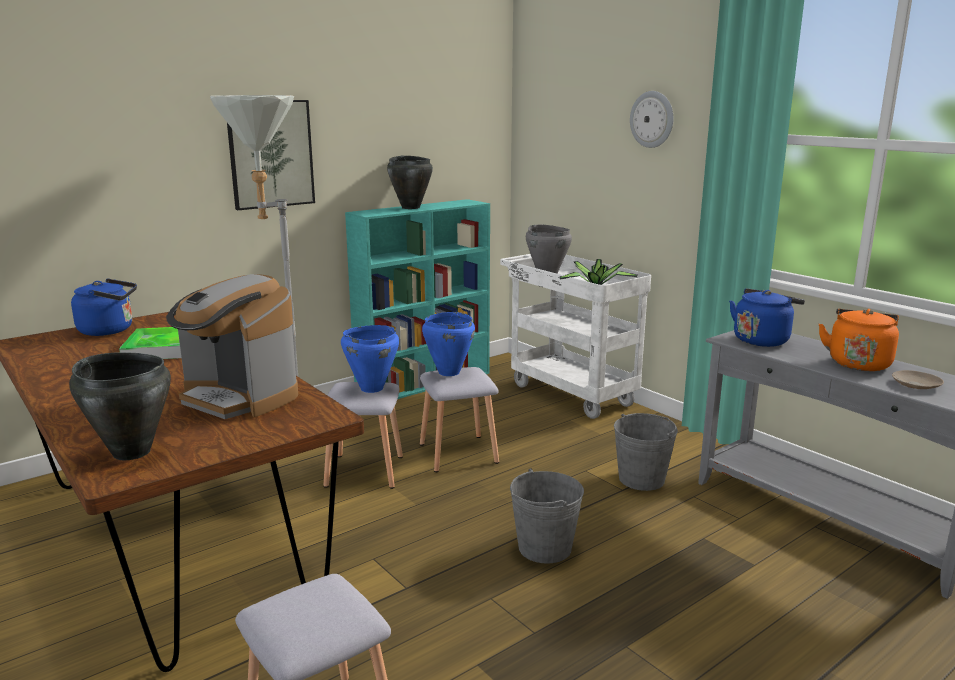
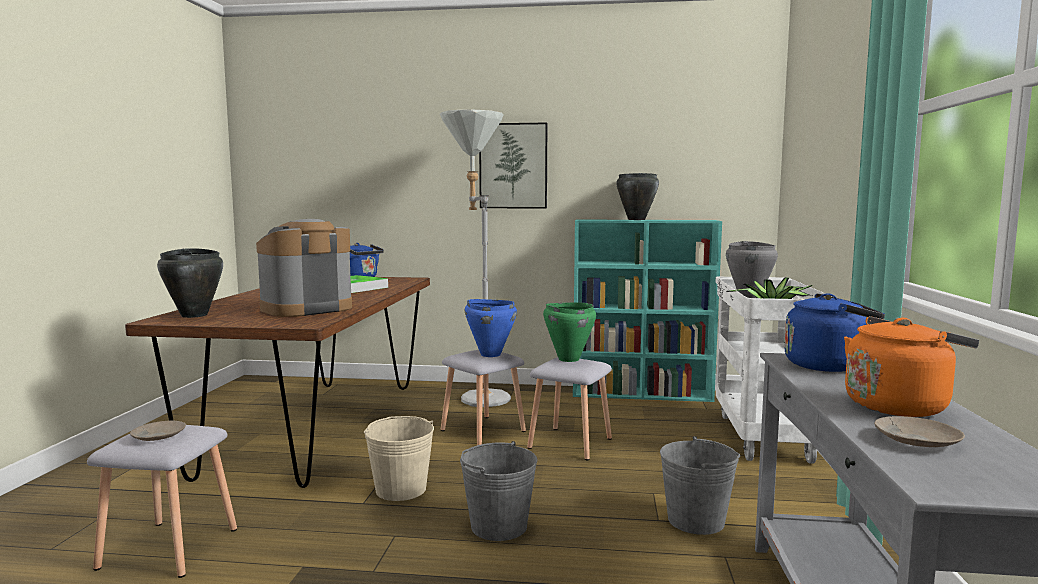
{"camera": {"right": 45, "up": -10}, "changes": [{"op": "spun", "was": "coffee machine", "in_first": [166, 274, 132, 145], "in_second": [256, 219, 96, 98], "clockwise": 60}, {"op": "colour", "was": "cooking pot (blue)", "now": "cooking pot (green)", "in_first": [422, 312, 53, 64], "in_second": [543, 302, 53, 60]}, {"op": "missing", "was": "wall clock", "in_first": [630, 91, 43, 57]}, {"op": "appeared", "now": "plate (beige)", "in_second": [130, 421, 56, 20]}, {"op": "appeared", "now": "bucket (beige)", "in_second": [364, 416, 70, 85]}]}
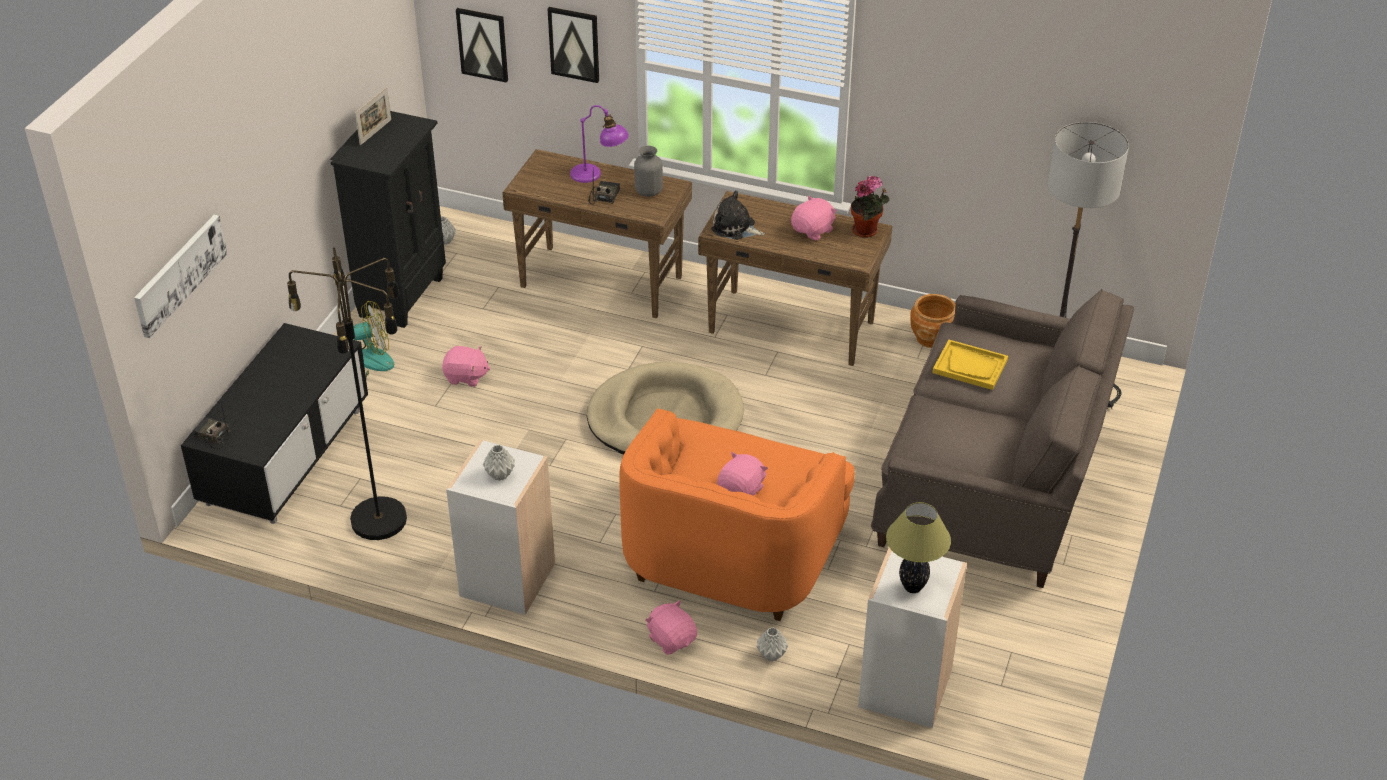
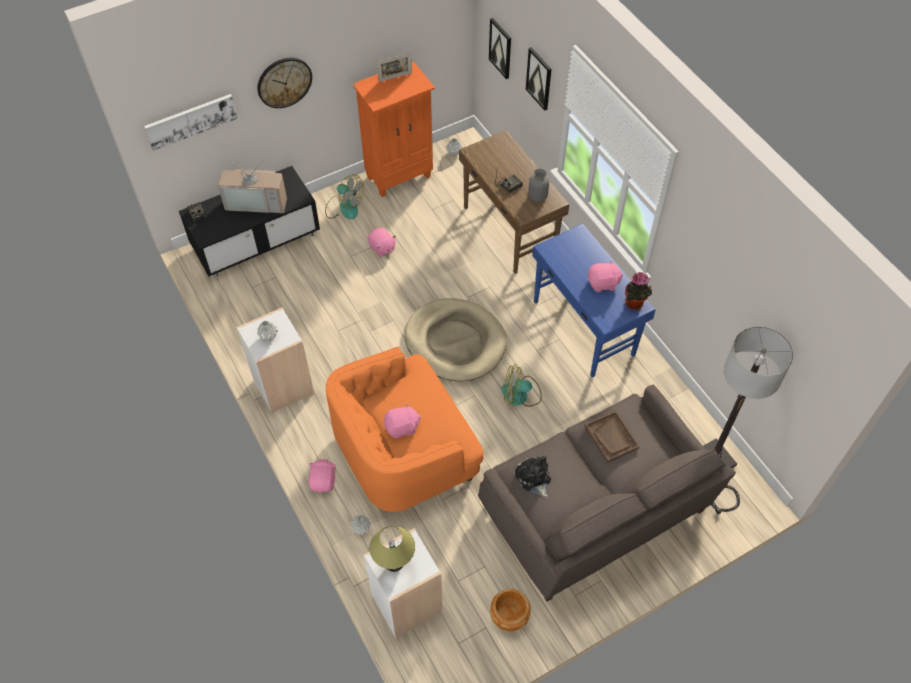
{"camera": {"right": 40, "up": 15}, "changes": [{"op": "missing", "was": "floor lamp", "in_first": [287, 247, 120, 293]}, {"op": "colour", "was": "cabinet (black)", "now": "cabinet (orange)", "in_first": [330, 111, 116, 217], "in_second": [353, 62, 82, 135]}, {"op": "missing", "was": "table lamp (purple)", "in_first": [570, 105, 59, 78]}, {"op": "colour", "was": "console table (brown)", "now": "console table (blue)", "in_first": [698, 191, 194, 175], "in_second": [532, 224, 124, 154]}, {"op": "relocated", "was": "plush toy", "in_first": [711, 190, 54, 50], "in_second": [515, 456, 36, 42]}, {"op": "relocated", "was": "planter (brown)", "in_first": [910, 294, 45, 54], "in_second": [490, 589, 41, 42]}, {"op": "colour", "was": "tray (yellow)", "now": "tray (brown)", "in_first": [933, 340, 75, 50], "in_second": [584, 410, 56, 53]}, {"op": "appeared", "now": "television", "in_second": [218, 156, 69, 57]}, {"op": "appeared", "now": "wall clock", "in_second": [257, 58, 55, 50]}, {"op": "appeared", "now": "fan", "in_second": [501, 364, 41, 43]}]}
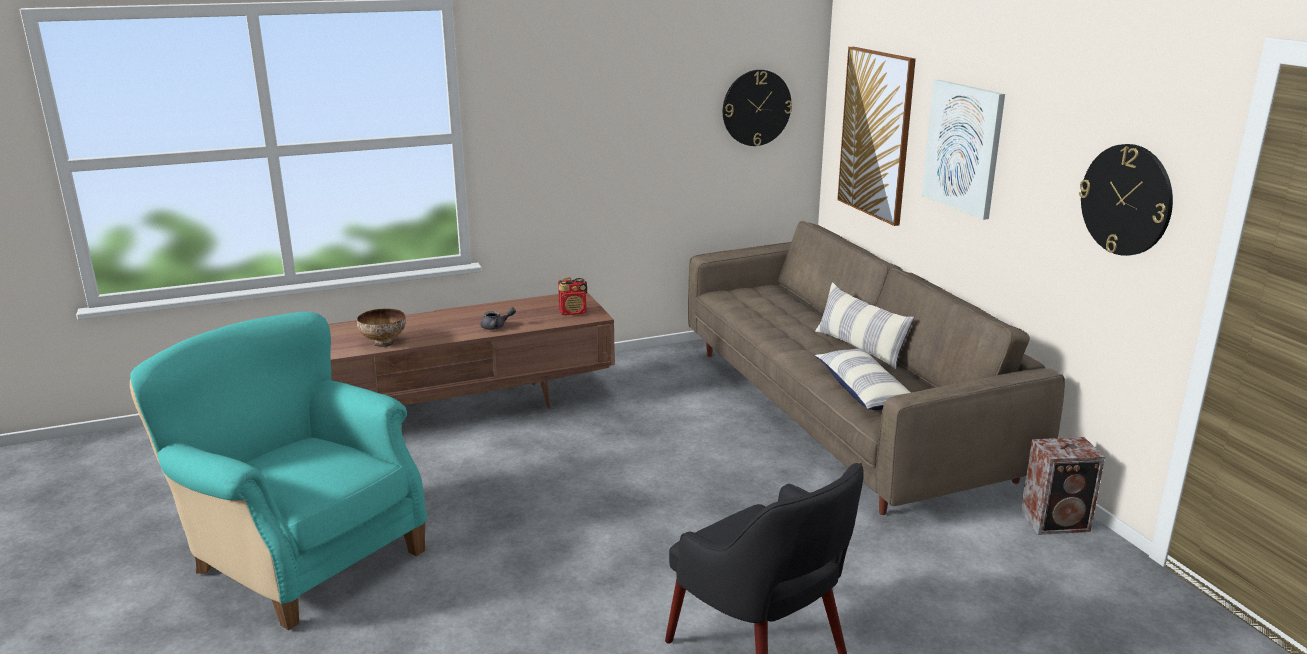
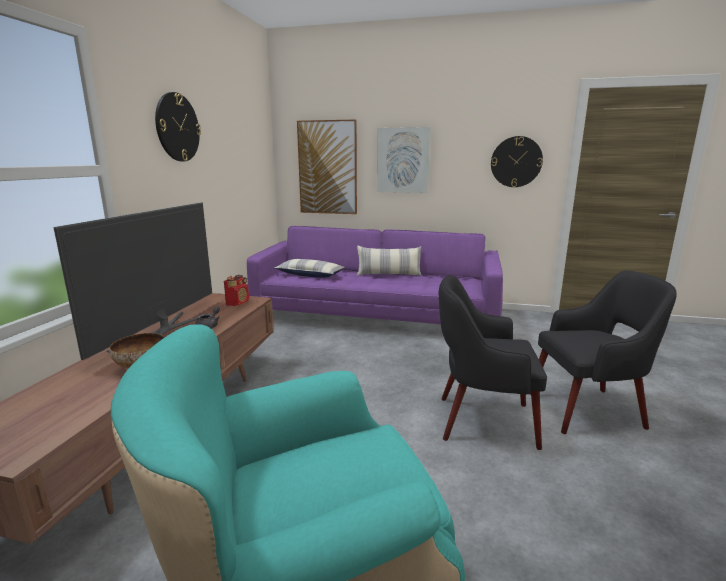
{"camera": {"right": -55, "up": -5}, "changes": [{"op": "colour", "was": "sofa (brown)", "now": "sofa (purple)", "in_first": [688, 221, 377, 294], "in_second": [247, 226, 256, 98]}, {"op": "relocated", "was": "wall clock", "in_first": [723, 70, 69, 76], "in_second": [155, 92, 46, 69]}, {"op": "relocated", "was": "pillow", "in_first": [815, 349, 96, 61], "in_second": [274, 259, 71, 19]}, {"op": "missing", "was": "speaker", "in_first": [1020, 437, 85, 98]}, {"op": "appeared", "now": "television", "in_second": [53, 202, 159, 158]}, {"op": "appeared", "now": "armchair (black)", "in_second": [439, 275, 108, 175]}]}
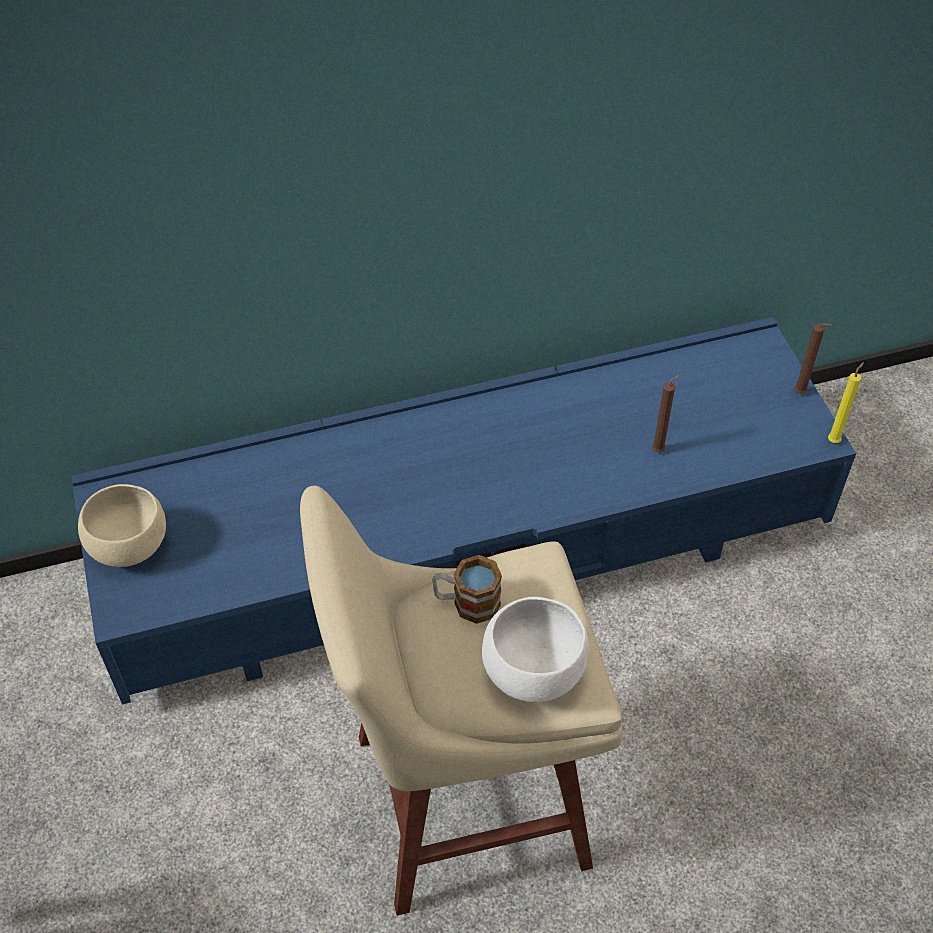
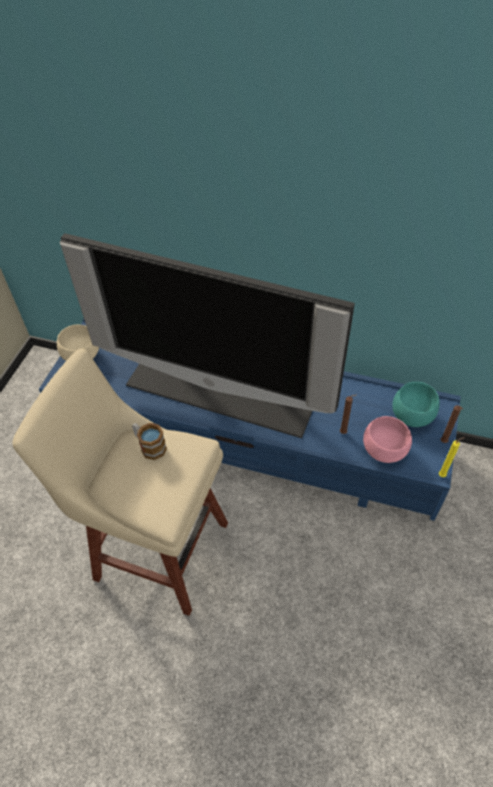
{"camera": {"right": 35, "up": 0}, "changes": [{"op": "missing", "was": "bowl (white)", "in_first": [482, 597, 107, 105]}, {"op": "appeared", "now": "television", "in_second": [60, 233, 295, 205]}, {"op": "appeared", "now": "bowl (pink)", "in_second": [363, 416, 49, 47]}, {"op": "appeared", "now": "bowl (turquoise)", "in_second": [392, 382, 48, 45]}]}
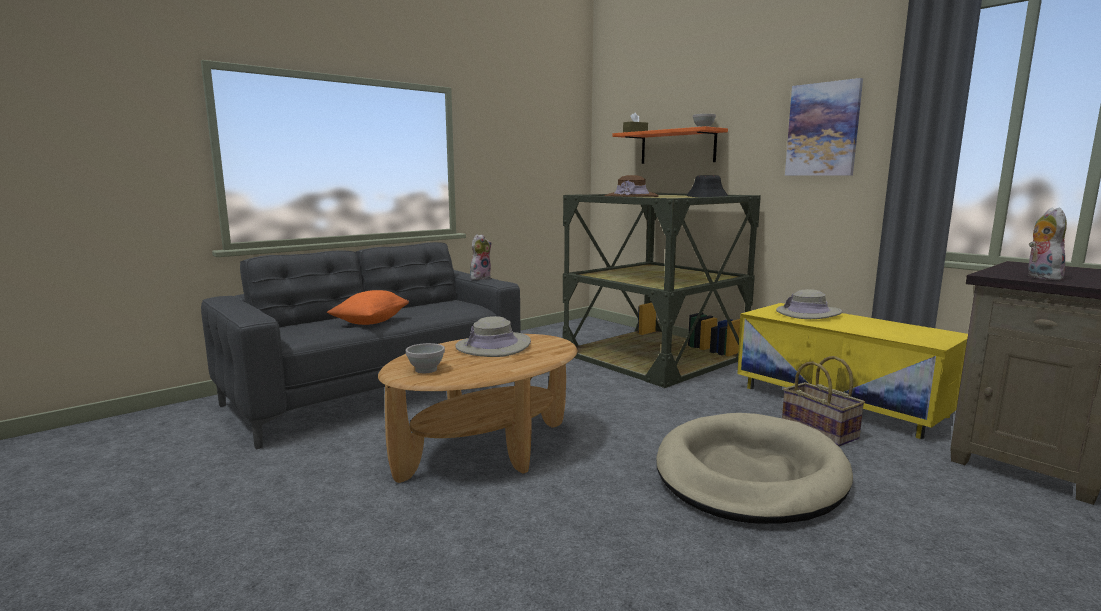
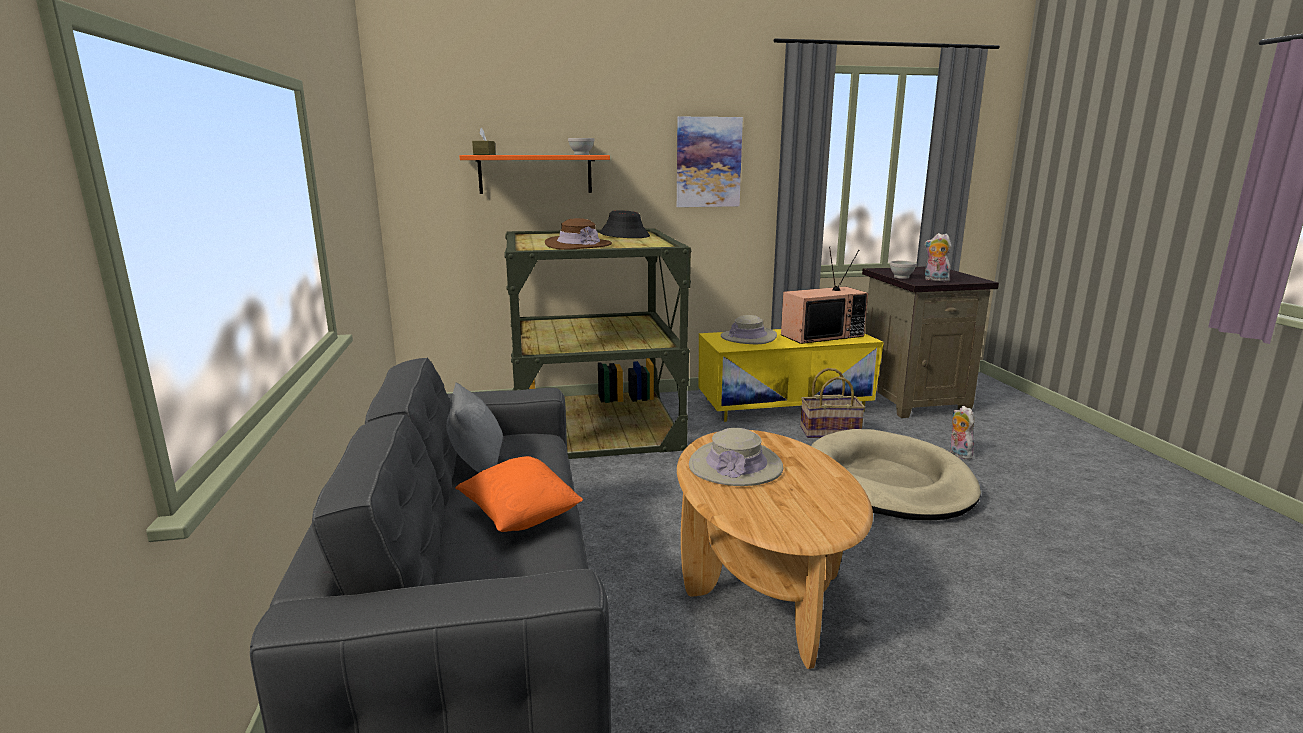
{"camera": {"right": -60, "up": 5}, "changes": [{"op": "relocated", "was": "bowl (white)", "in_first": [406, 343, 39, 30], "in_second": [889, 261, 28, 18]}, {"op": "relocated", "was": "plush toy", "in_first": [470, 234, 22, 46], "in_second": [950, 406, 24, 53]}, {"op": "appeared", "now": "pillow (grey)", "in_second": [446, 383, 57, 90]}, {"op": "appeared", "now": "television", "in_second": [781, 246, 87, 98]}]}
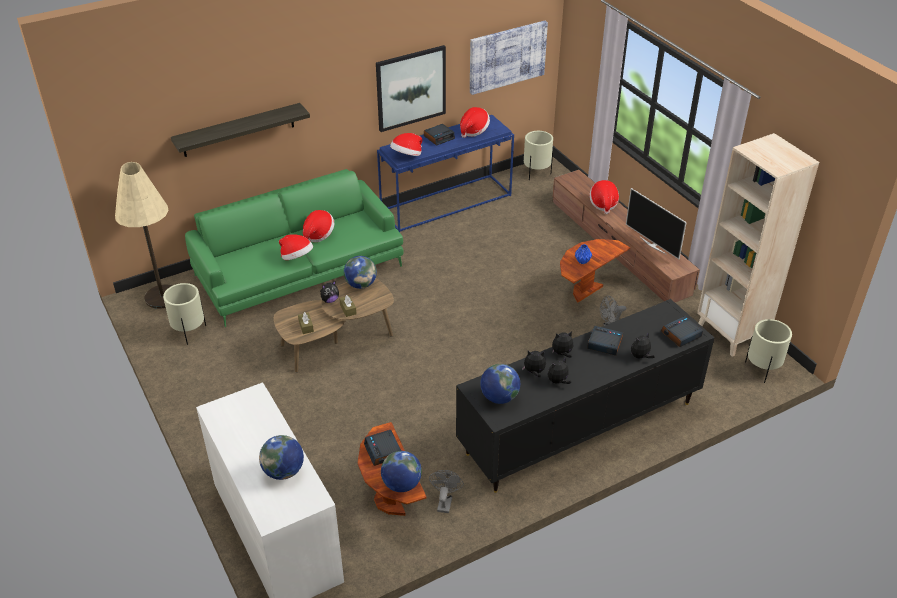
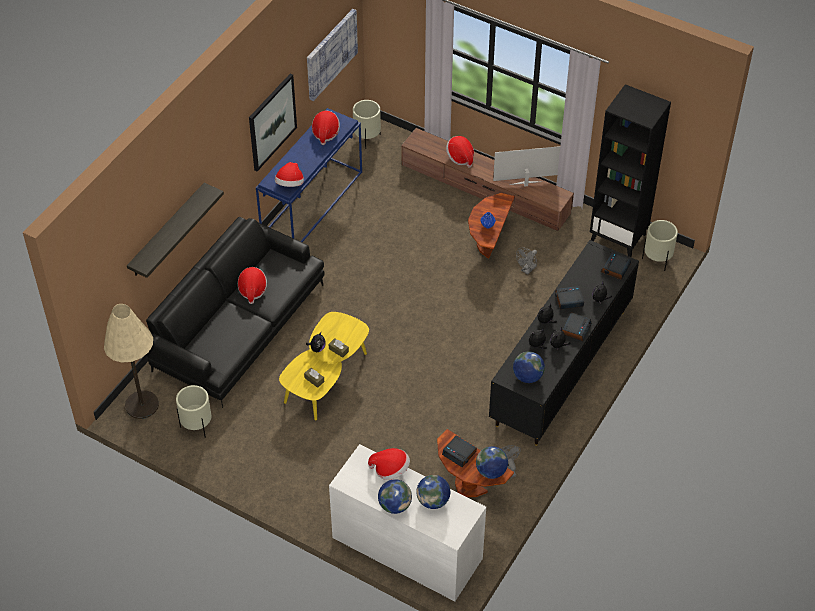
{"camera": {"right": -30, "up": 10}, "changes": [{"op": "colour", "was": "sofa (green)", "now": "sofa (black)", "in_first": [185, 169, 219, 158], "in_second": [146, 217, 179, 191]}, {"op": "colour", "was": "coffee table (brown)", "now": "coffee table (yellow)", "in_first": [274, 278, 120, 94], "in_second": [279, 312, 90, 108]}, {"op": "relocated", "was": "hat", "in_first": [279, 234, 34, 26], "in_second": [368, 448, 42, 32]}, {"op": "relocated", "was": "globe", "in_first": [344, 256, 33, 33], "in_second": [378, 479, 34, 35]}, {"op": "relocated", "was": "alarm clock", "in_first": [424, 124, 31, 21], "in_second": [562, 313, 30, 28]}, {"op": "spun", "was": "television", "in_first": [626, 188, 61, 71], "in_second": [493, 146, 67, 41], "clockwise": 150}, {"op": "colour", "was": "bookcase (beige)", "now": "bookcase (black)", "in_first": [697, 133, 122, 224], "in_second": [590, 84, 81, 173]}]}
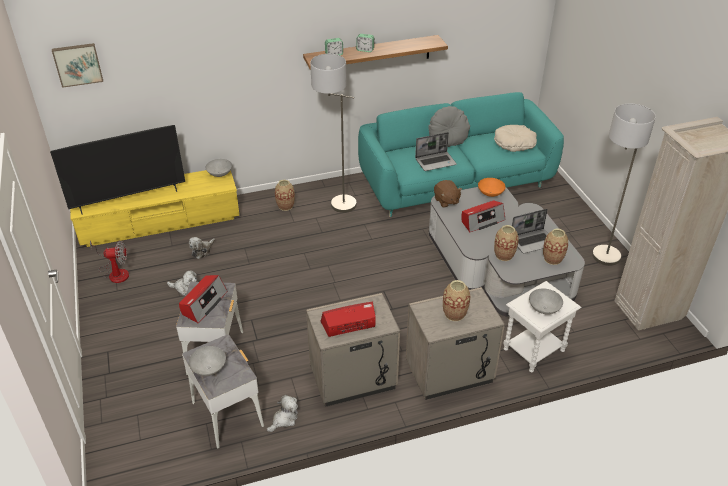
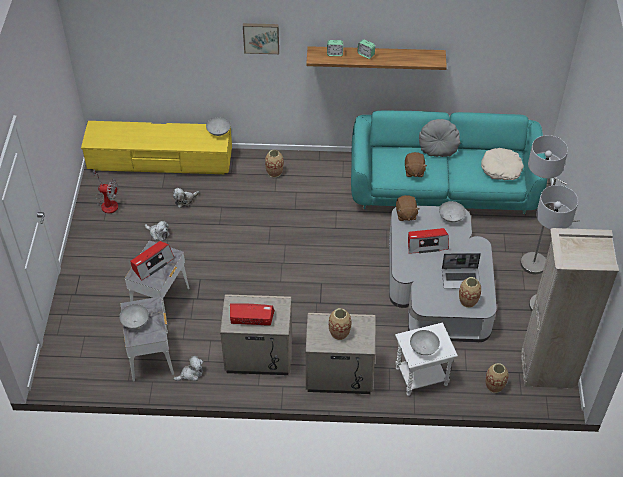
{"camera": {"right": 20, "up": 10}, "changes": [{"op": "missing", "was": "television", "in_first": [50, 125, 135, 90]}, {"op": "relocated", "was": "picture", "in_first": [52, 43, 51, 45], "in_second": [243, 23, 36, 31]}, {"op": "relocated", "was": "floor lamp (grey)", "in_first": [310, 54, 47, 159], "in_second": [521, 135, 47, 139]}, {"op": "exchanged", "was": "laptop", "now": "plush toy (brown)", "in_first": [415, 132, 42, 39], "in_second": [405, 152, 22, 25]}, {"op": "colour", "was": "bowl (orange)", "now": "bowl (grey)", "in_first": [478, 178, 28, 19], "in_second": [439, 201, 27, 21]}, {"op": "relocated", "was": "vase", "in_first": [494, 225, 25, 36], "in_second": [486, 363, 23, 30]}]}
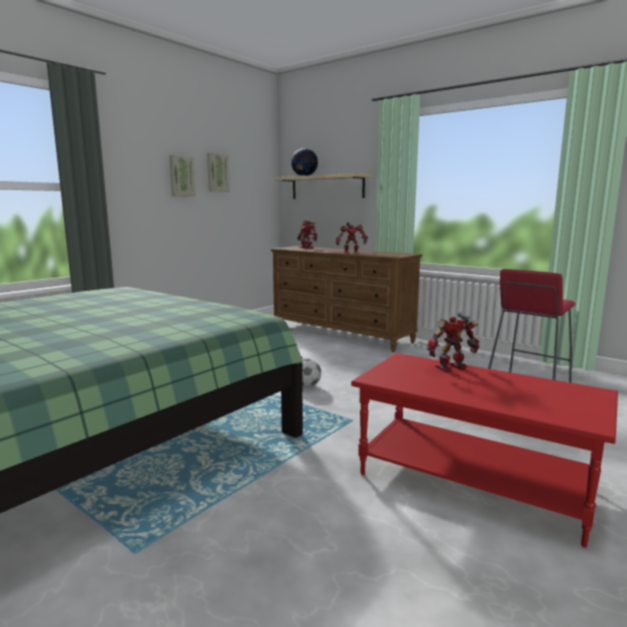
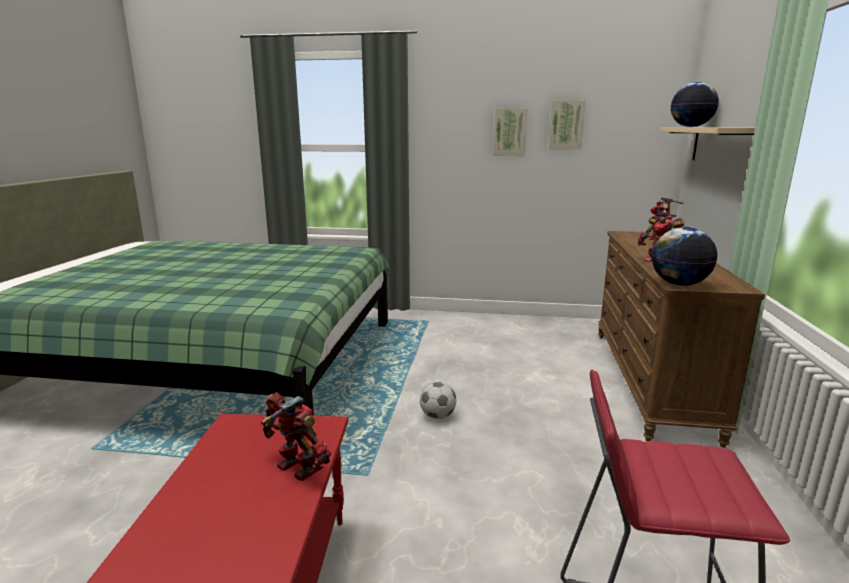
{"camera": {"right": 60, "up": 5}, "changes": [{"op": "appeared", "now": "globe", "in_second": [652, 227, 65, 59]}]}
